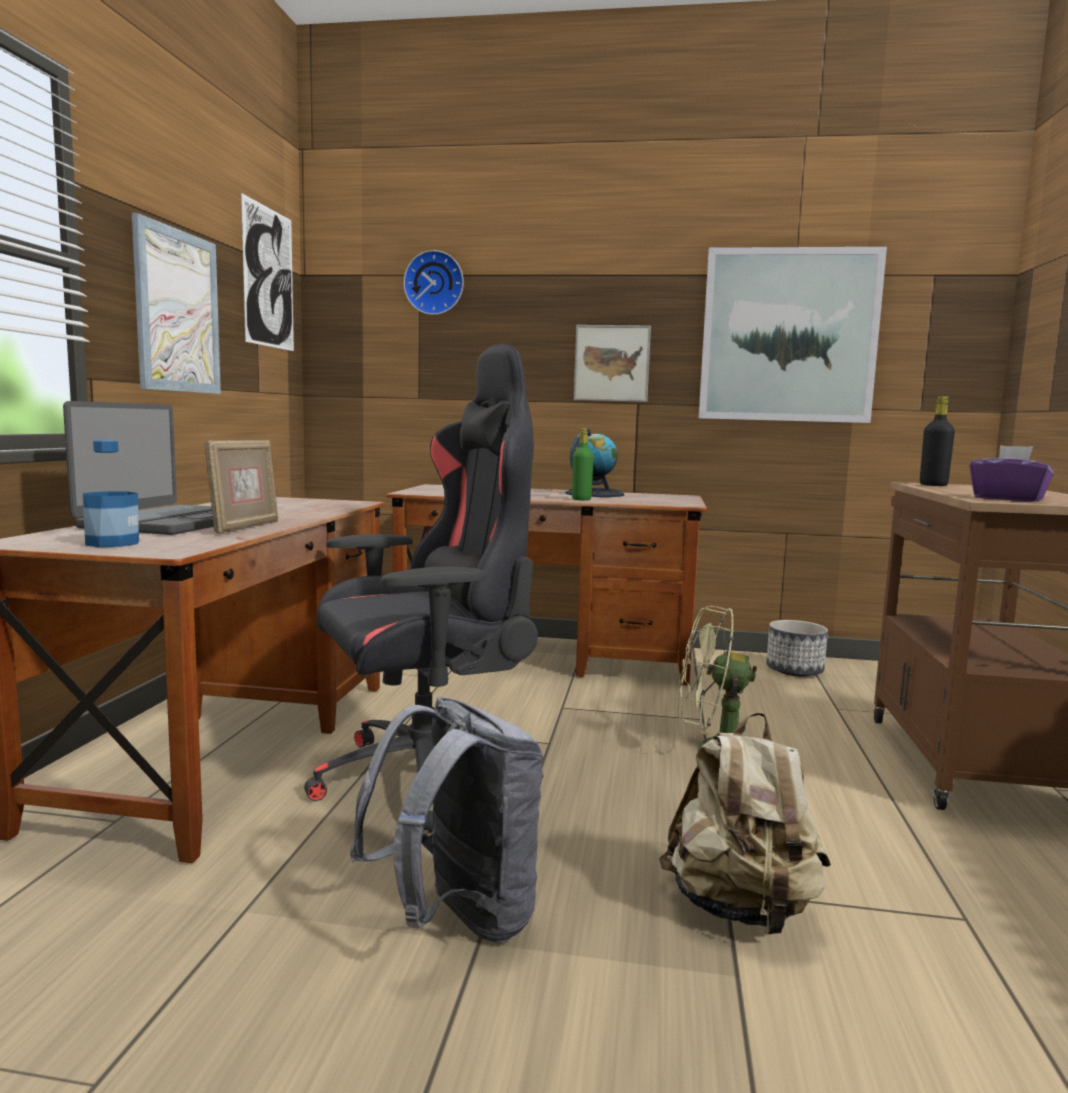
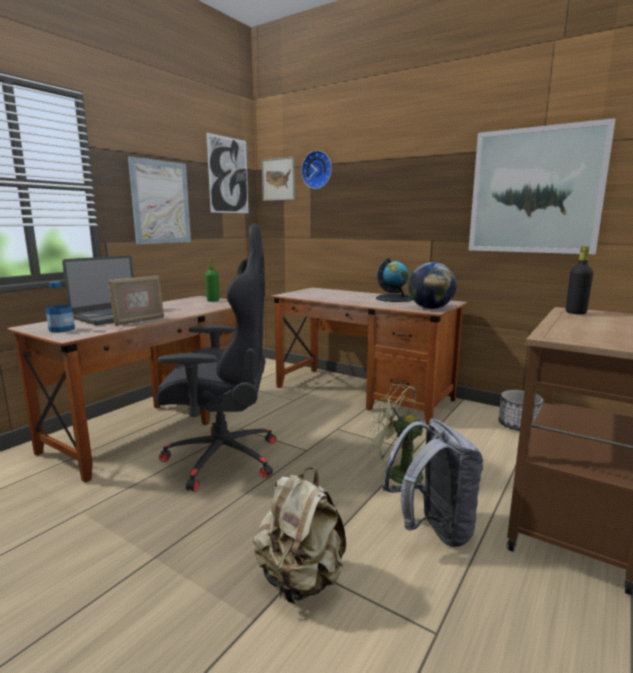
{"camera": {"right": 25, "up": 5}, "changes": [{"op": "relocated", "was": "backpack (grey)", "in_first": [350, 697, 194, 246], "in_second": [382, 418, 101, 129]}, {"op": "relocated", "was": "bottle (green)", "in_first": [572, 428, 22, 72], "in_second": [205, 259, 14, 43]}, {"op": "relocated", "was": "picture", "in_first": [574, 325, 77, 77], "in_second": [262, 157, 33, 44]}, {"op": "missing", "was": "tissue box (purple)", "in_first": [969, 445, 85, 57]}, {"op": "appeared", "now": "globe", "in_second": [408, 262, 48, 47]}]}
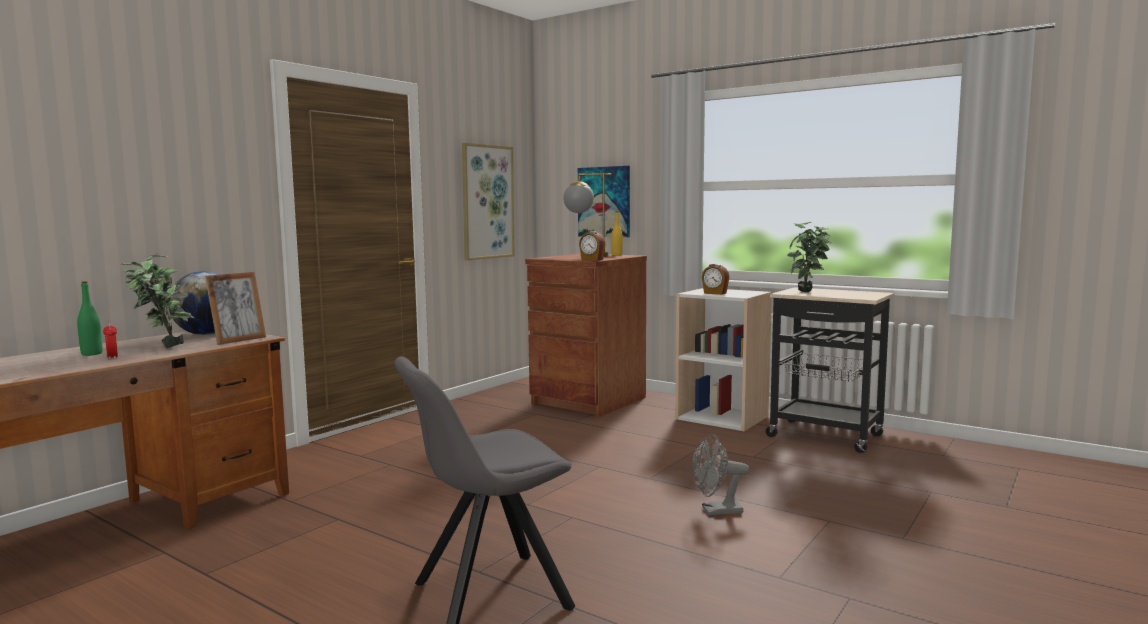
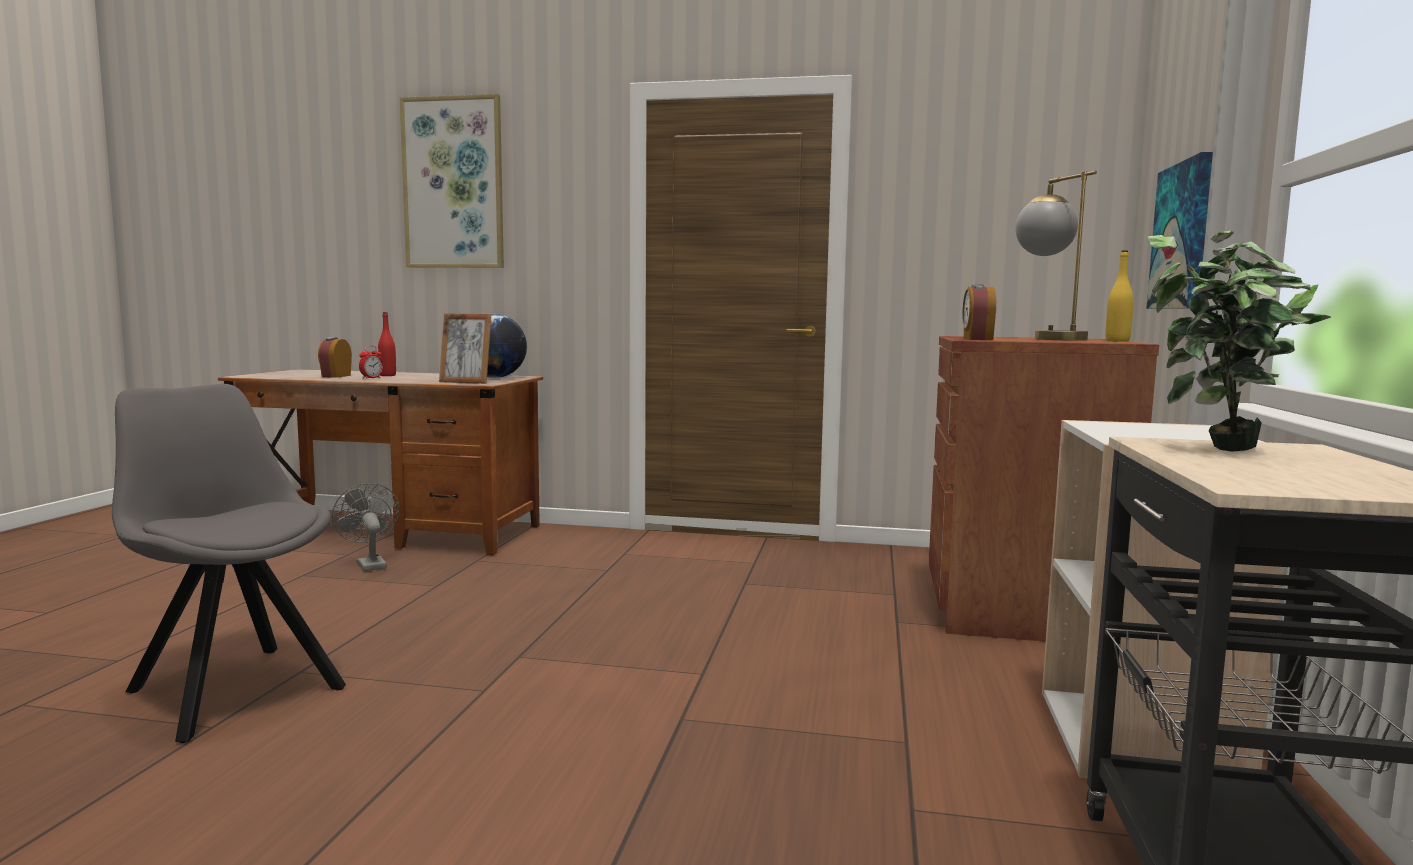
{"camera": {"right": 65, "up": 0}, "changes": [{"op": "colour", "was": "bottle (green)", "now": "bottle (red)", "in_first": [77, 281, 25, 75], "in_second": [378, 312, 18, 64]}, {"op": "missing", "was": "potted plant", "in_first": [121, 254, 73, 94]}, {"op": "relocated", "was": "picture", "in_first": [462, 143, 53, 118], "in_second": [400, 94, 104, 174]}, {"op": "relocated", "was": "fan (grey)", "in_first": [692, 434, 57, 82], "in_second": [332, 483, 68, 88]}, {"op": "relocated", "was": "alarm clock", "in_first": [702, 264, 27, 31], "in_second": [318, 337, 34, 41]}]}
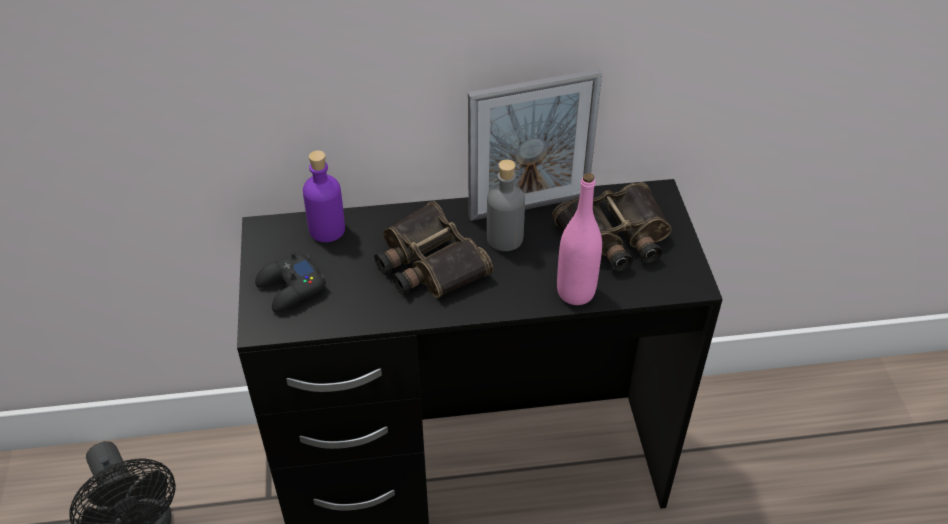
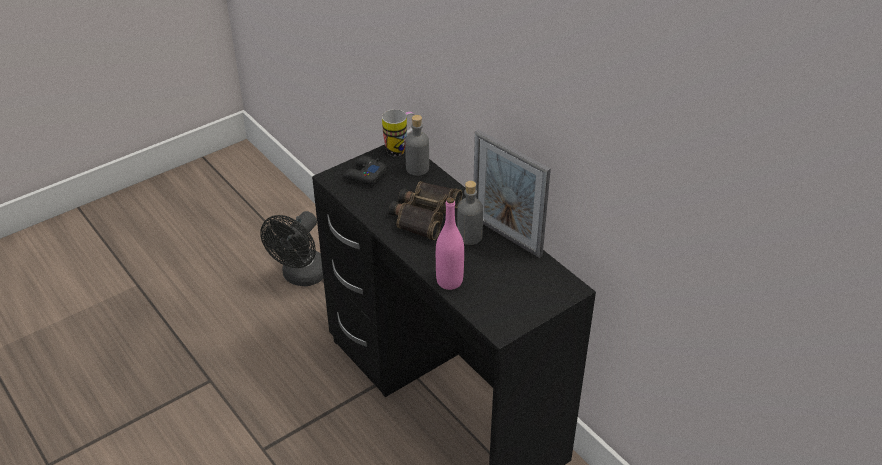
{"camera": {"right": 60, "up": -5}, "changes": [{"op": "colour", "was": "bottle (purple)", "now": "bottle (grey)", "in_first": [303, 151, 42, 91], "in_second": [405, 115, 24, 61]}, {"op": "missing", "was": "binoculars", "in_first": [552, 182, 119, 90]}, {"op": "appeared", "now": "mug", "in_second": [382, 109, 33, 48]}]}
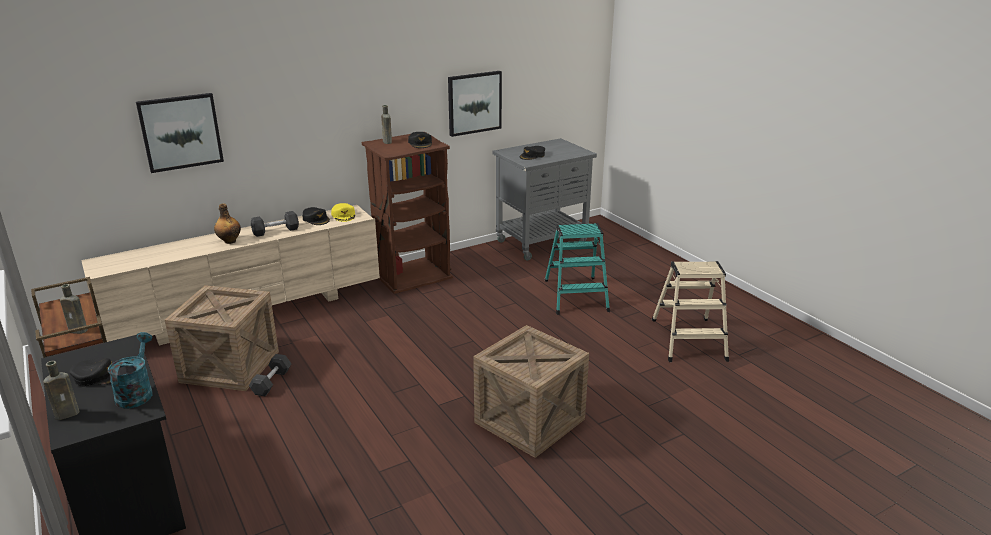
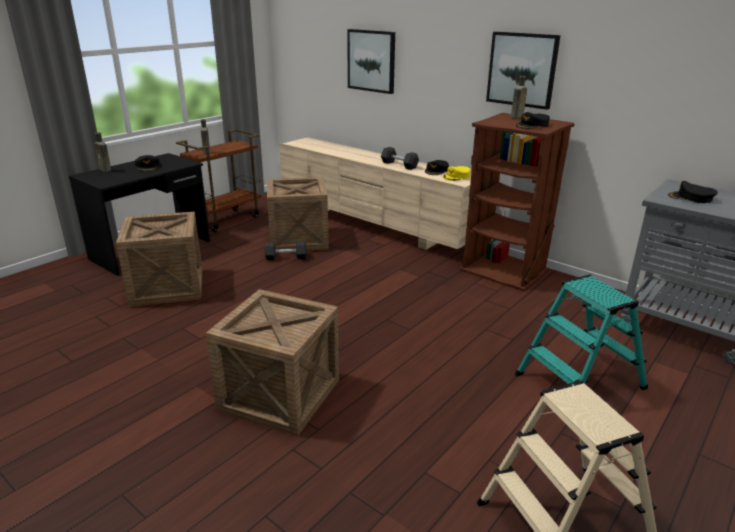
{"camera": {"right": 70, "up": 0}, "changes": [{"op": "missing", "was": "watering can (turquoise)", "in_first": [108, 332, 45, 77]}, {"op": "missing", "was": "bottle", "in_first": [214, 203, 27, 41]}, {"op": "relocated", "was": "picture", "in_first": [448, 71, 54, 66], "in_second": [486, 31, 75, 79]}, {"op": "appeared", "now": "crate", "in_second": [116, 212, 86, 95]}]}
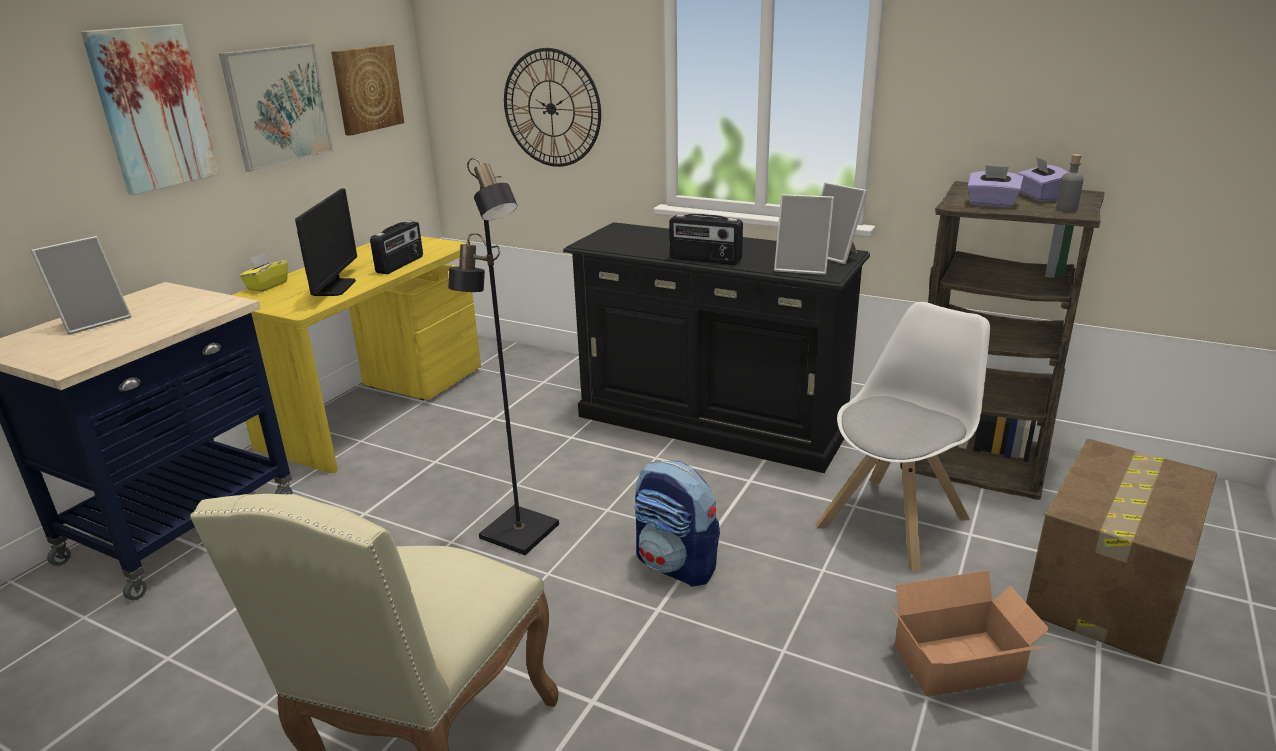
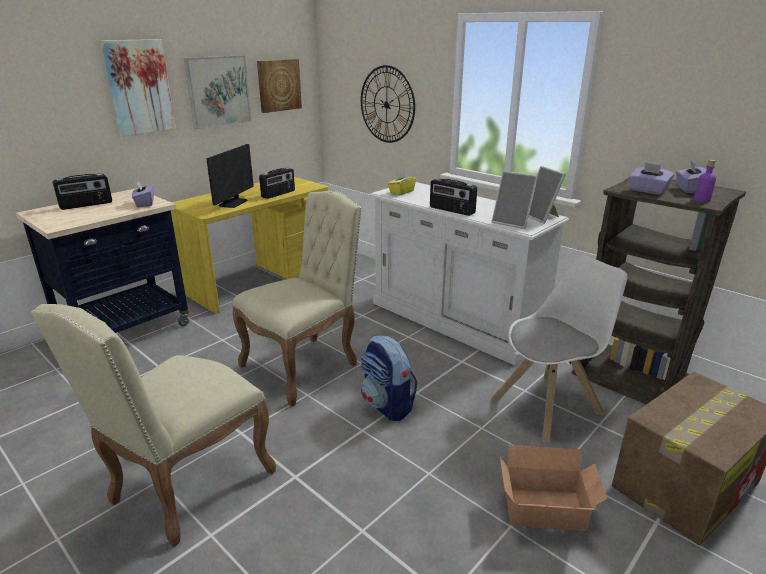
{"camera": {"right": 15, "up": 0}, "changes": [{"op": "exchanged", "was": "picture frame", "now": "radio", "in_first": [31, 236, 100, 99], "in_second": [53, 174, 59, 36]}, {"op": "relocated", "was": "tissue box (yellow)", "in_first": [240, 253, 48, 39], "in_second": [388, 171, 28, 24]}, {"op": "exchanged", "was": "floor lamp (black)", "now": "chair (beige)", "in_first": [448, 158, 111, 397], "in_second": [233, 191, 128, 216]}, {"op": "colour", "was": "cabinet (black)", "now": "cabinet (white)", "in_first": [563, 222, 307, 251], "in_second": [369, 182, 200, 183]}, {"op": "colour", "was": "bottle (grey)", "now": "bottle (purple)", "in_first": [1056, 154, 28, 58], "in_second": [694, 160, 22, 42]}, {"op": "appeared", "now": "tissue box (purple)", "in_second": [132, 180, 22, 27]}]}
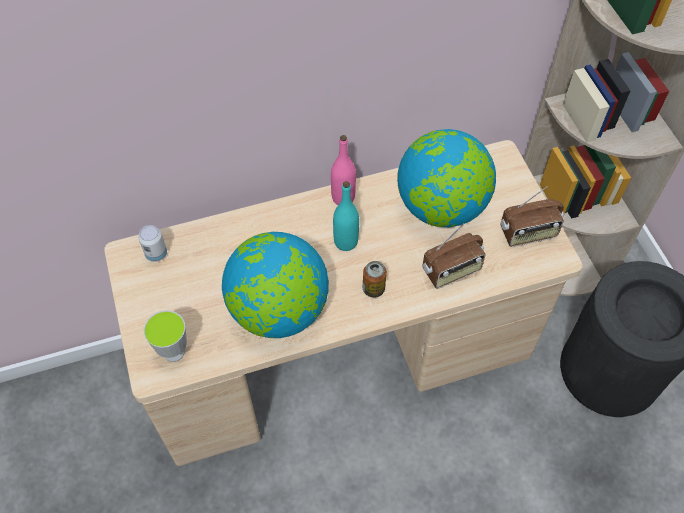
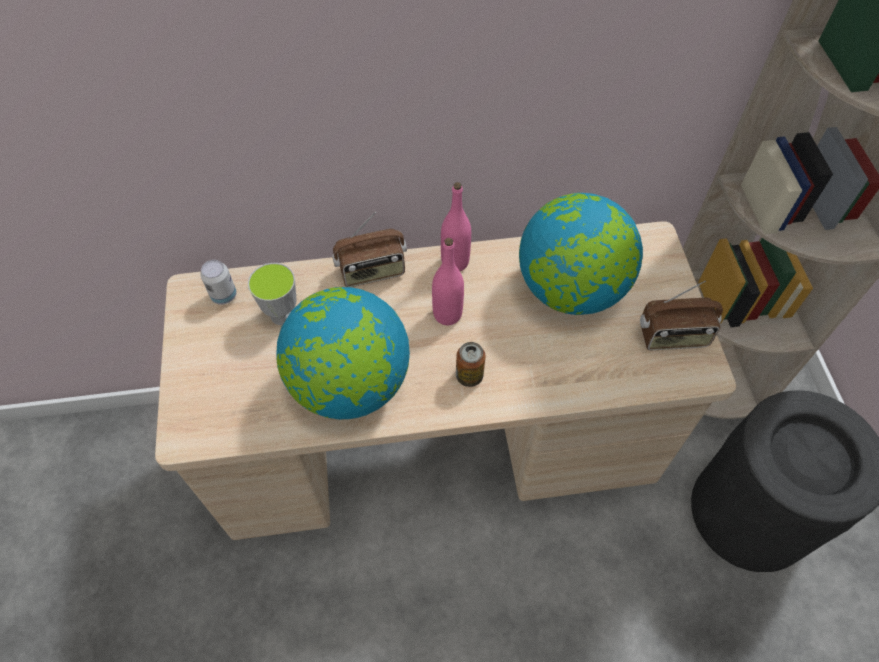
{"camera": {"right": 10, "up": 0}, "changes": [{"op": "relocated", "was": "cup", "in_first": [144, 310, 43, 52], "in_second": [248, 263, 49, 62]}, {"op": "colour", "was": "bottle (turquoise)", "now": "bottle (pink)", "in_first": [333, 181, 26, 70], "in_second": [432, 238, 32, 87]}, {"op": "relocated", "was": "radio", "in_first": [422, 224, 63, 65], "in_second": [332, 212, 75, 75]}]}
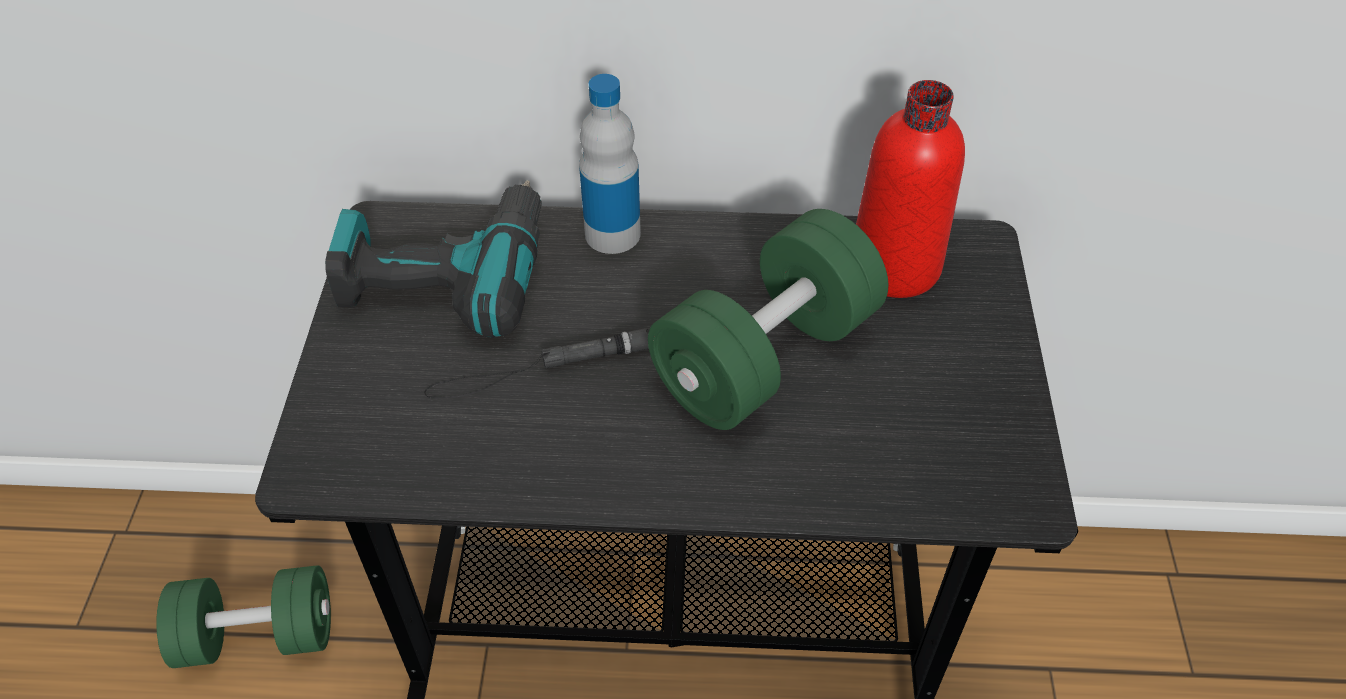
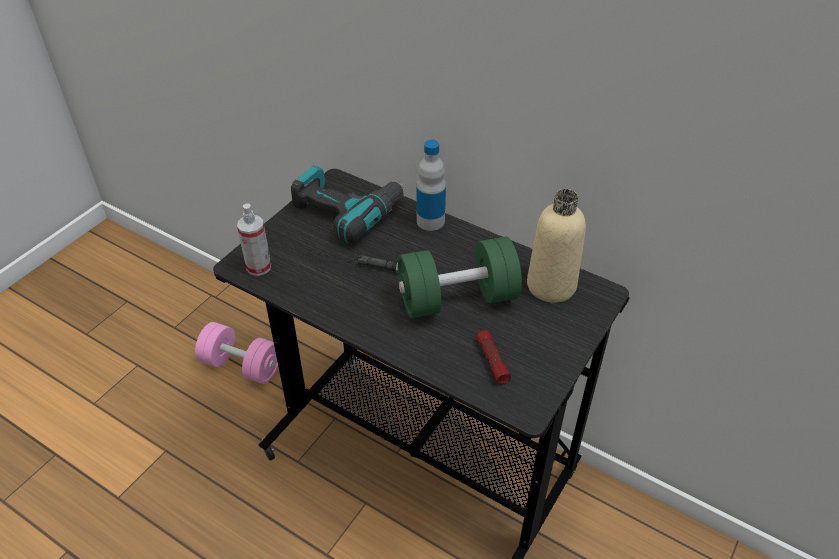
{"camera": {"right": 30, "up": -5}, "changes": [{"op": "colour", "was": "dumbbell (green)", "now": "dumbbell (pink)", "in_first": [156, 565, 175, 103], "in_second": [195, 322, 83, 62]}, {"op": "colour", "was": "bottle (red)", "now": "bottle (beige)", "in_first": [856, 80, 109, 218], "in_second": [527, 189, 59, 114]}, {"op": "appeared", "now": "spray bottle", "in_second": [237, 204, 34, 72]}, {"op": "appeared", "now": "flashlight", "in_second": [476, 330, 35, 54]}]}
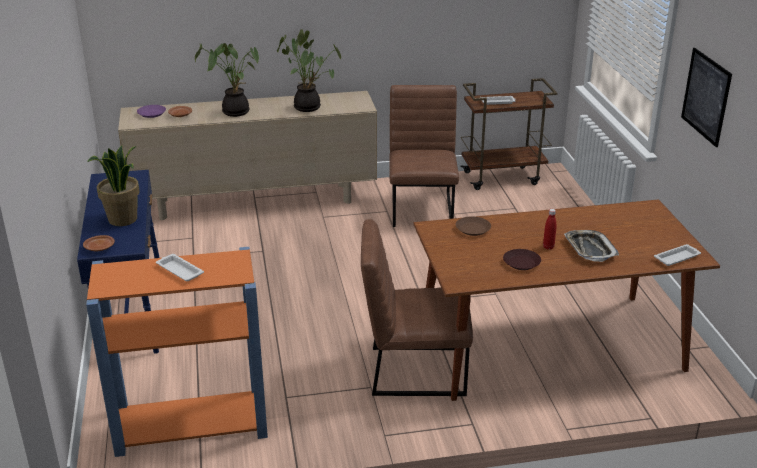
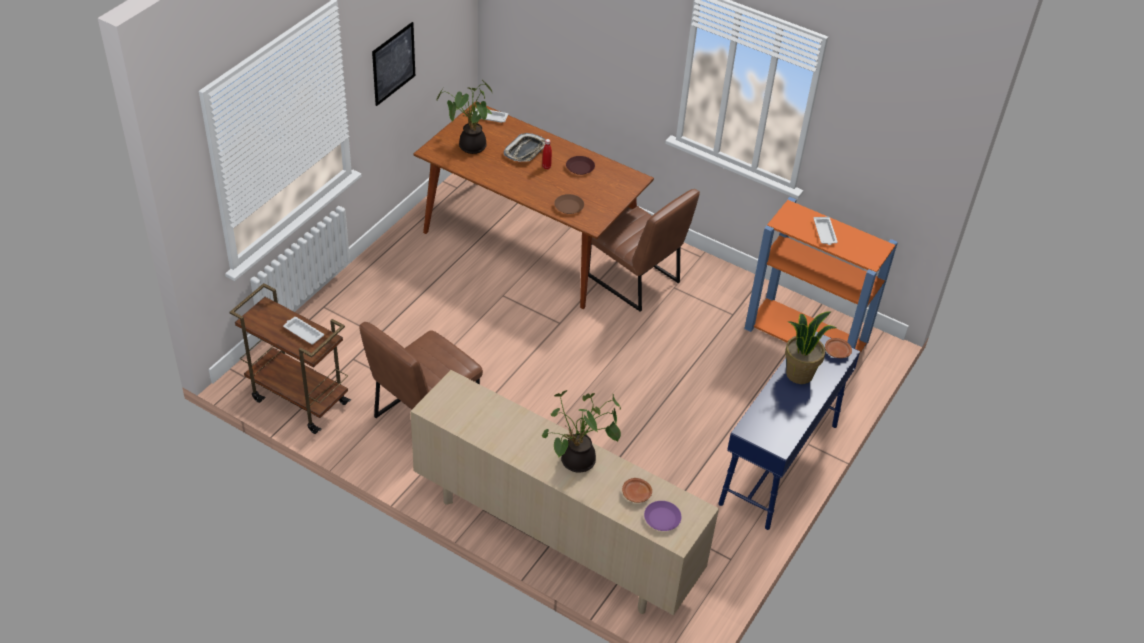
{"camera": {"right": -140, "up": 15}, "changes": [{"op": "relocated", "was": "potted plant", "in_first": [277, 29, 64, 83], "in_second": [437, 80, 56, 74]}]}
